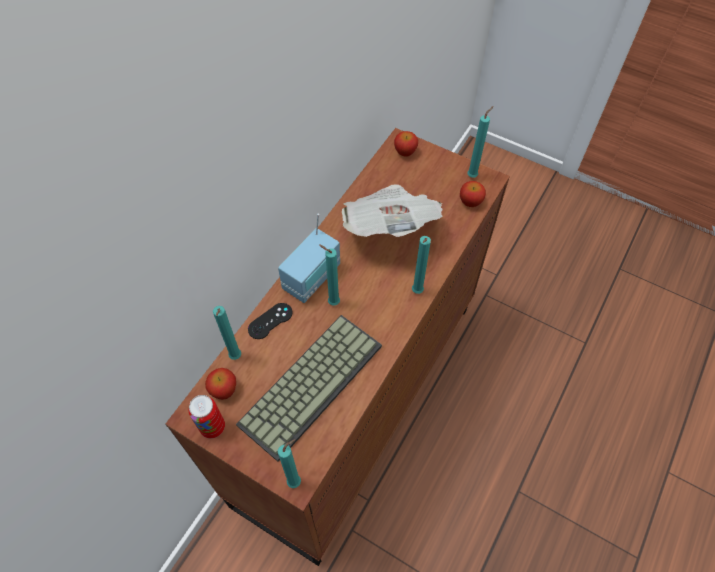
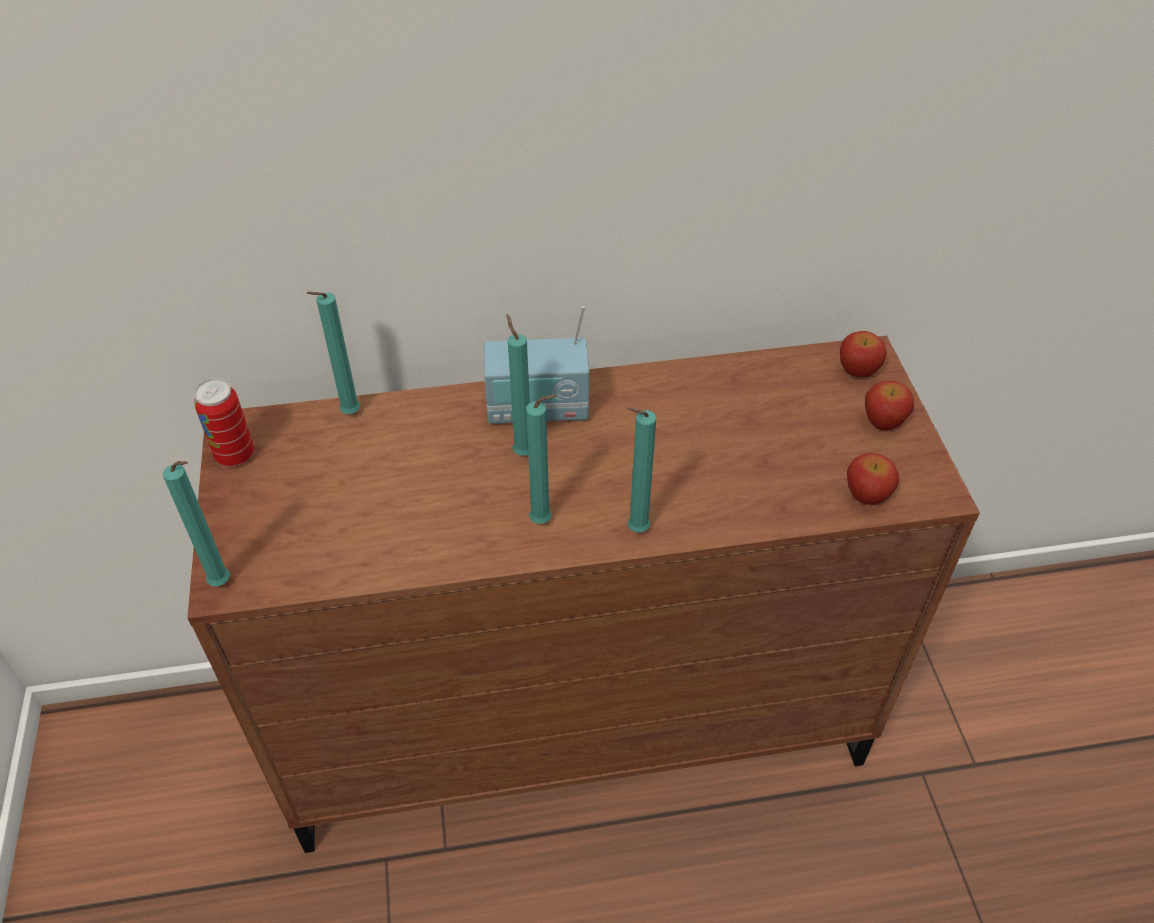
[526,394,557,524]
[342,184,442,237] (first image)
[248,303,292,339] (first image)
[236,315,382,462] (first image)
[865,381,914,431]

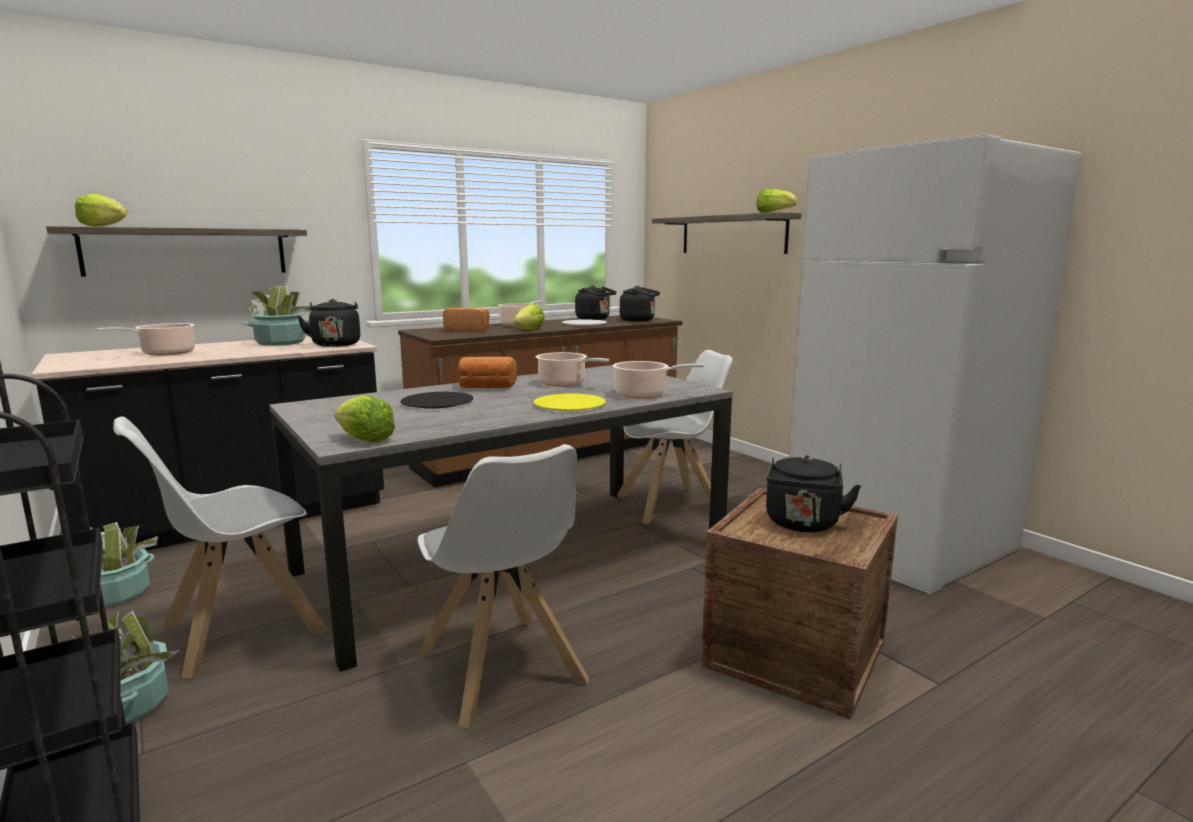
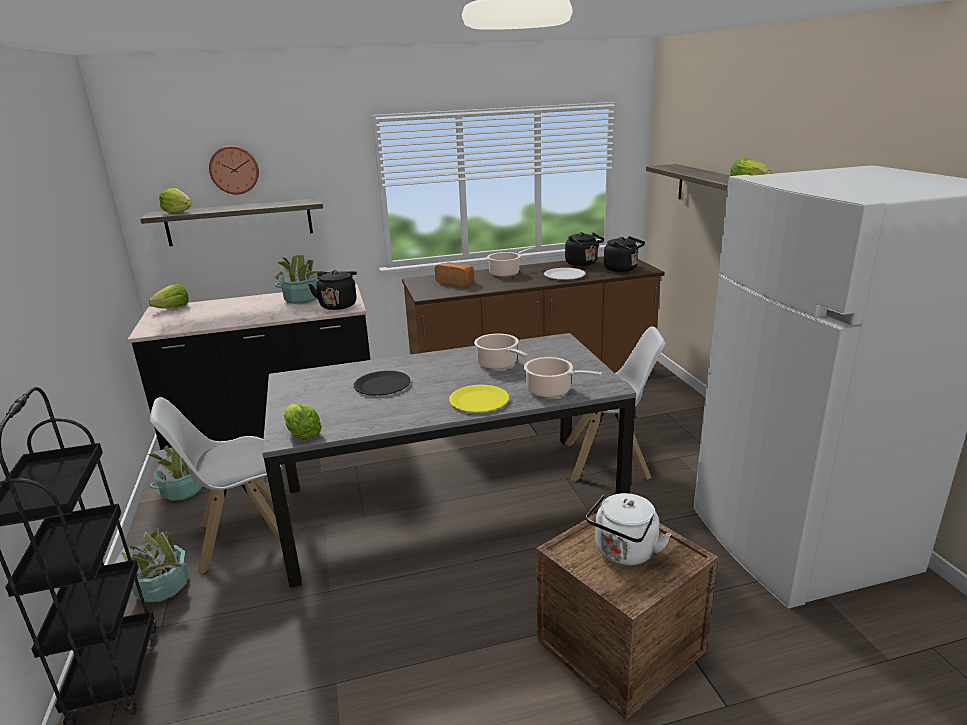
[149,284,189,308]
[96,323,195,356] (first image)
[458,357,517,389] (first image)
[417,444,589,728] (first image)
[586,493,671,565]
[209,146,259,195]

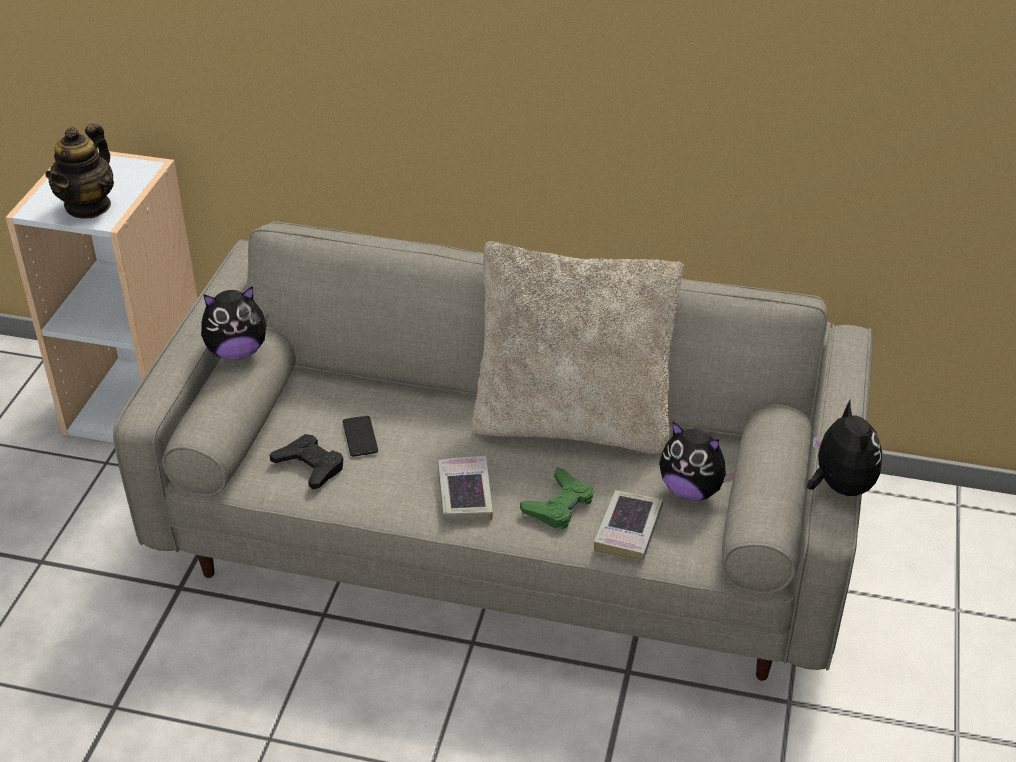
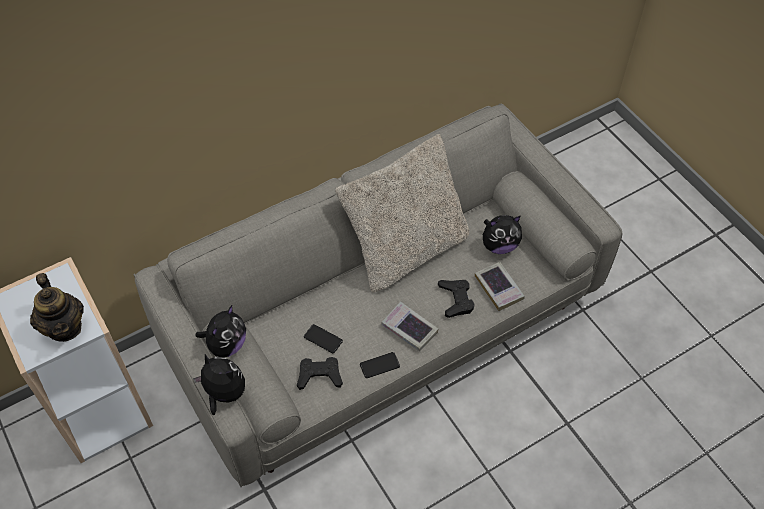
[193,354,245,415]
[438,280,475,318]
[360,352,400,378]

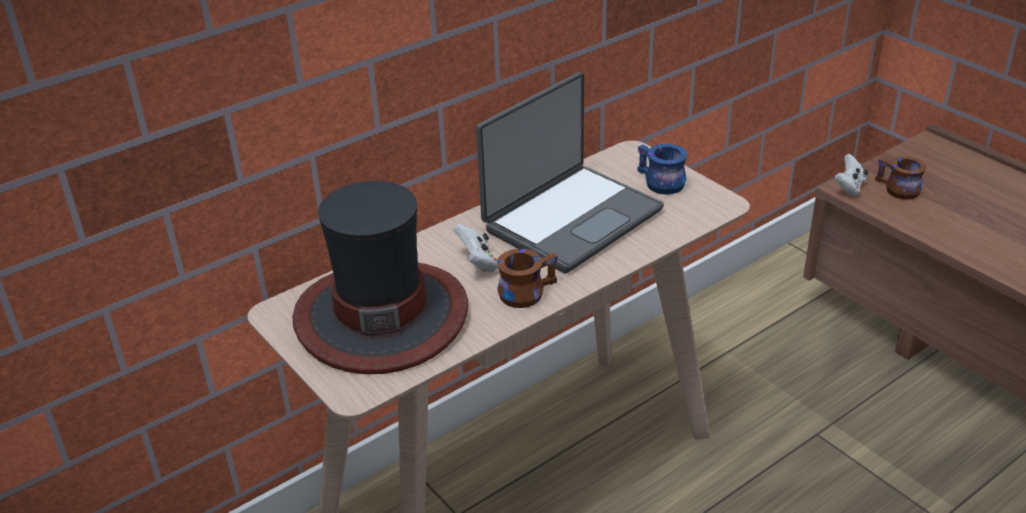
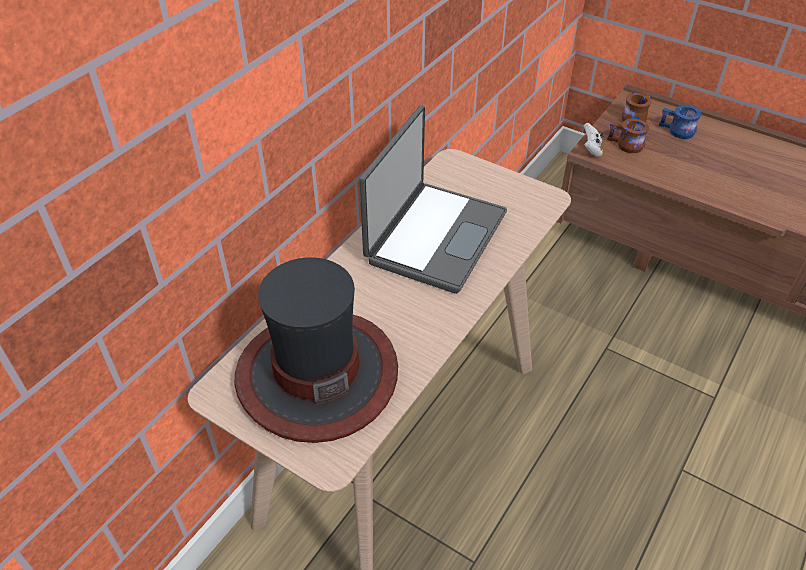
[659,105,701,139]
[453,224,498,272] (first image)
[622,93,652,122]

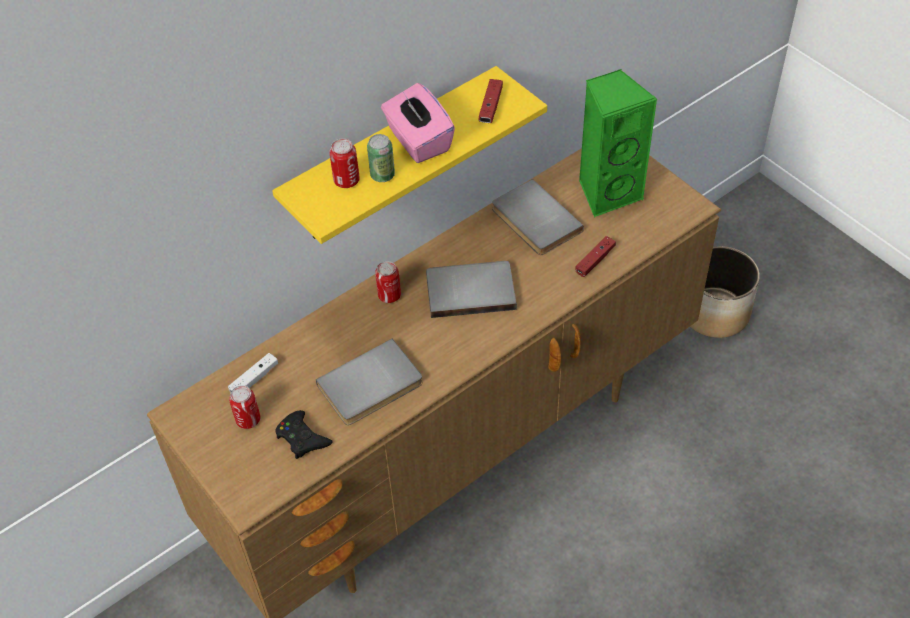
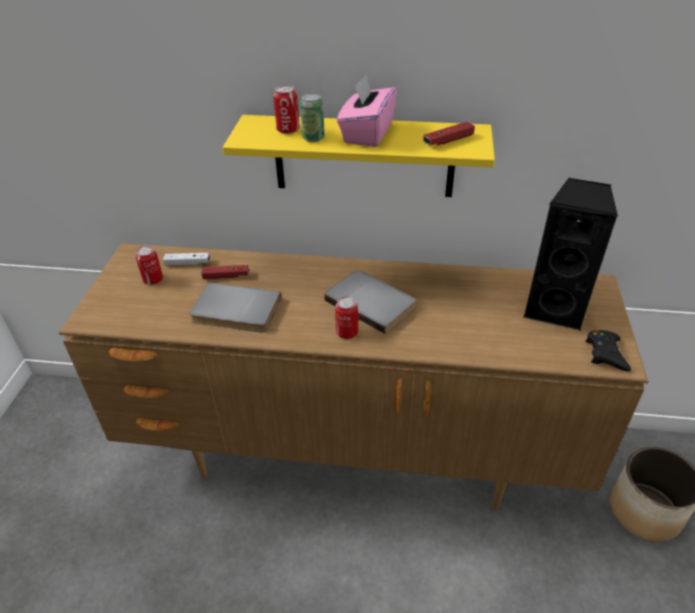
[523,177,618,331]
[492,179,584,255] (first image)
[201,265,249,279]
[335,296,358,339]
[586,330,631,371]

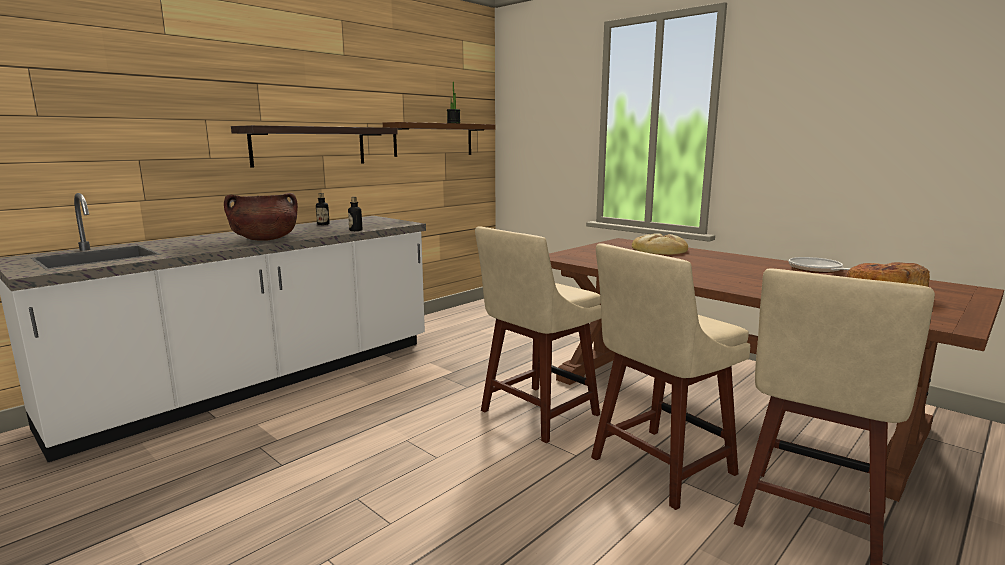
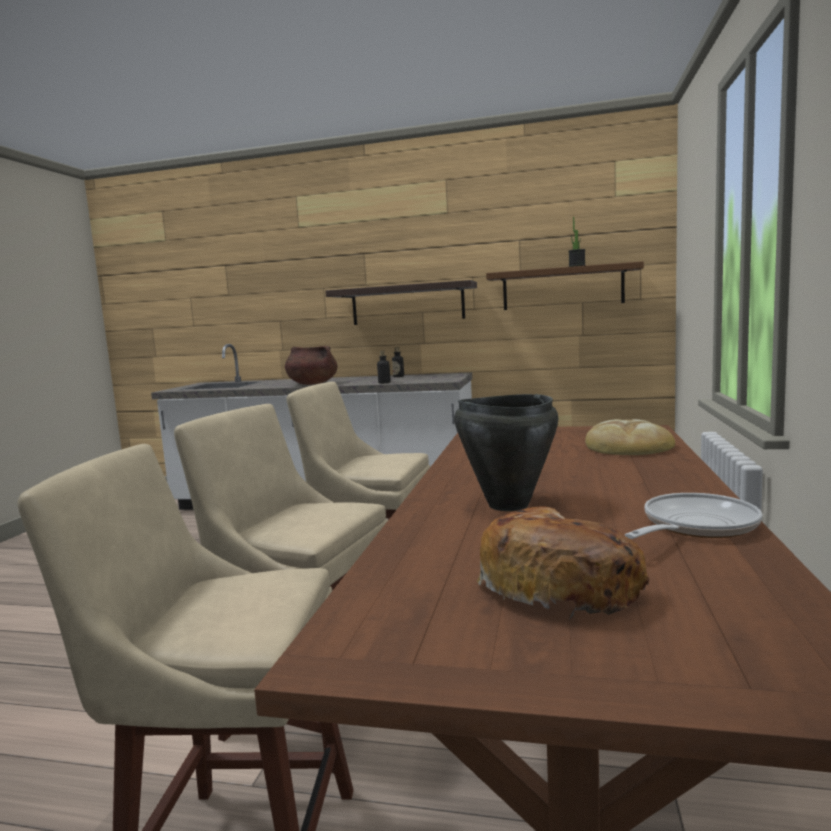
[454,394,558,511]

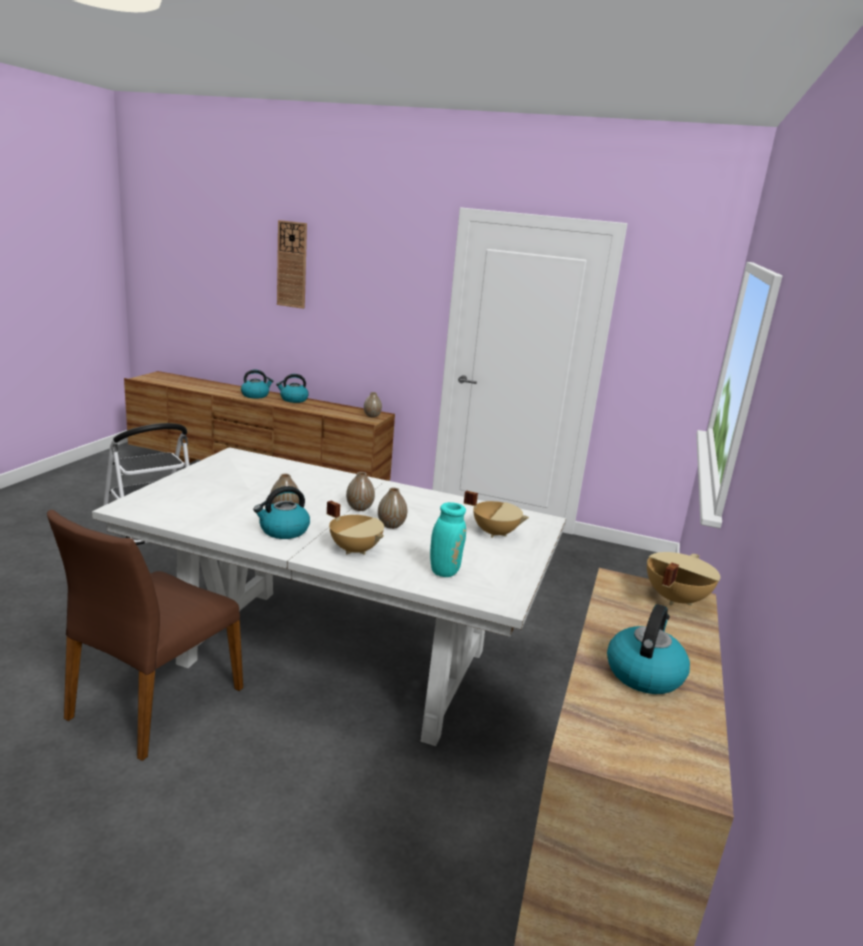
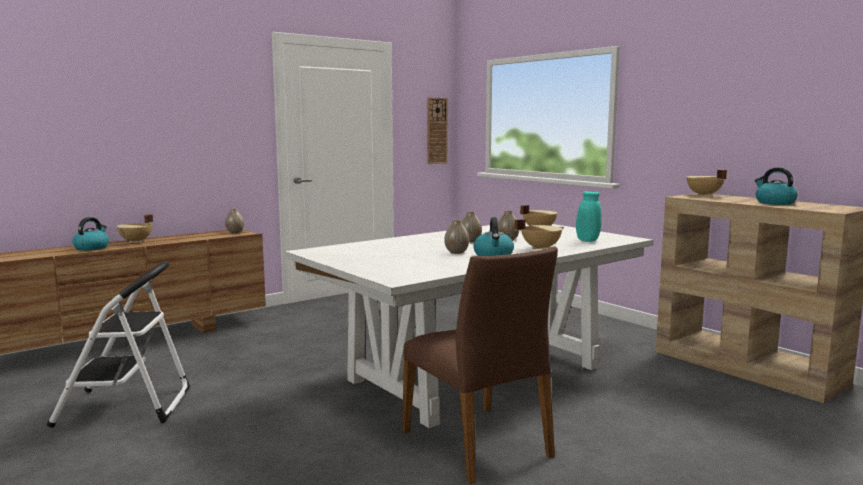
[427,97,448,164]
[117,214,153,243]

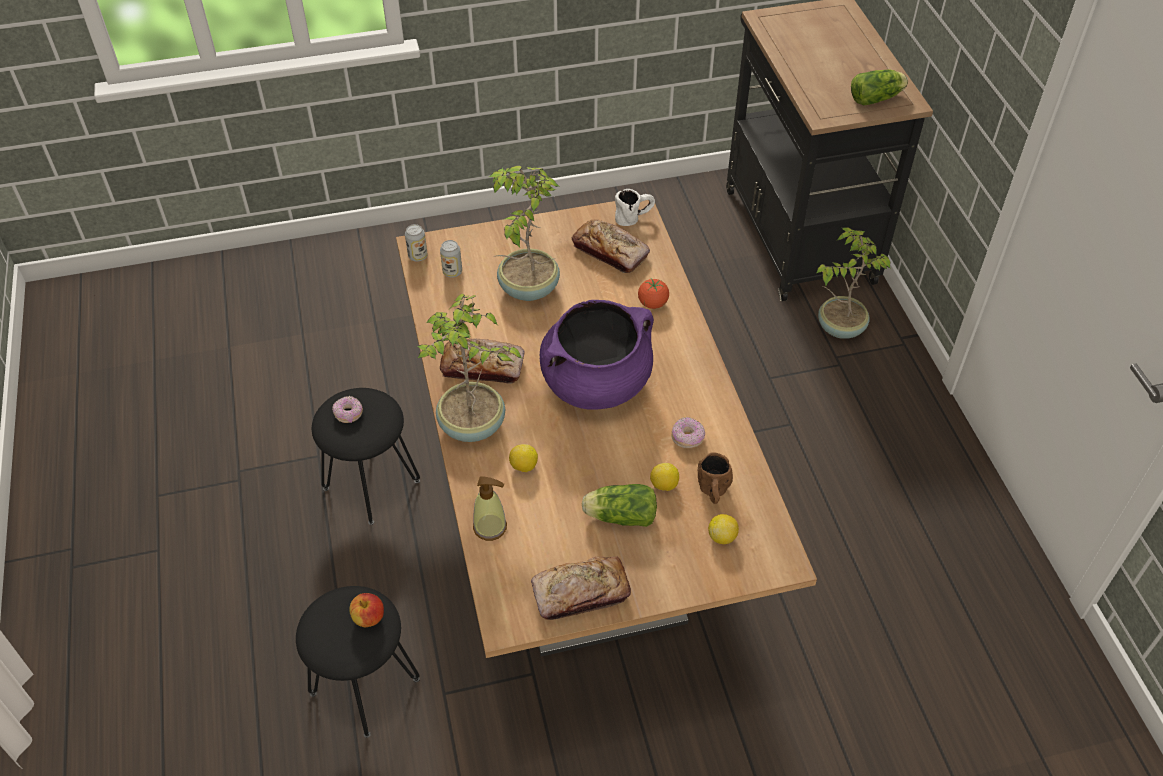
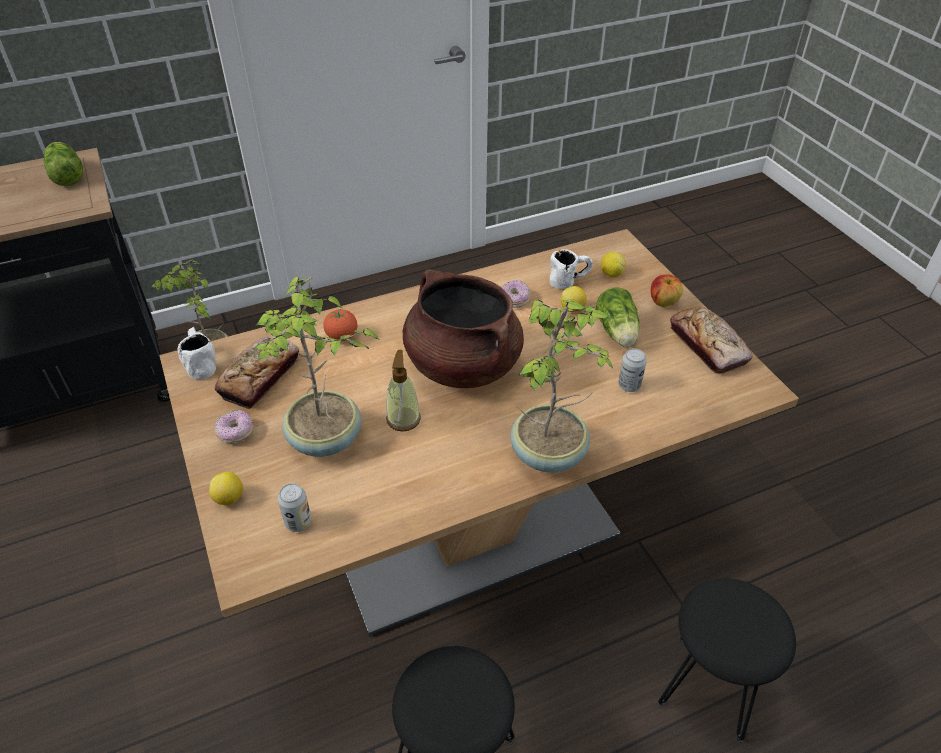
[618,348,647,392]
[403,269,524,388]
[440,339,525,384] (first image)
[215,410,253,443]
[209,472,243,505]
[550,249,593,289]
[386,350,421,432]
[651,275,683,307]

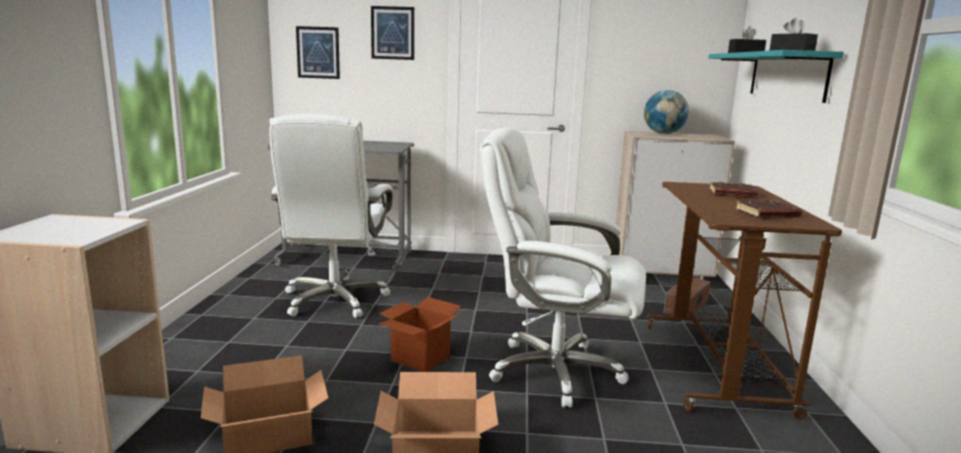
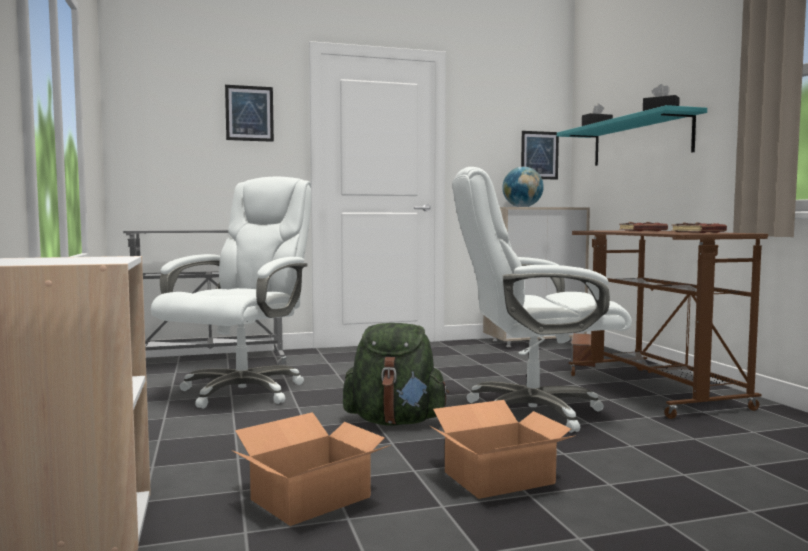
[521,131,559,179]
[151,177,311,408]
[343,323,449,425]

